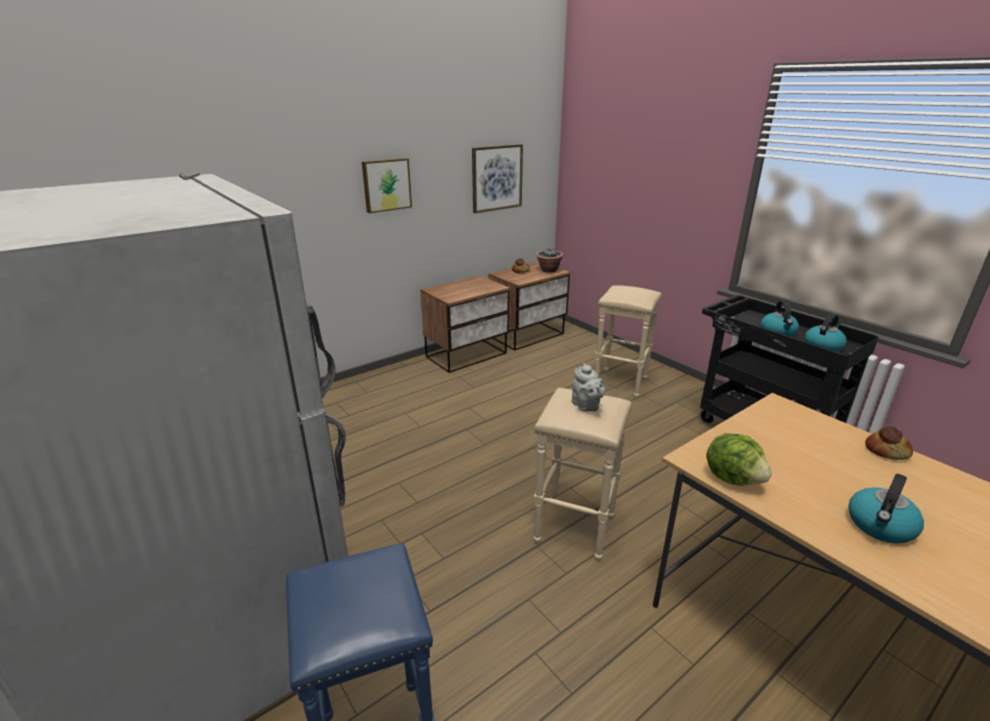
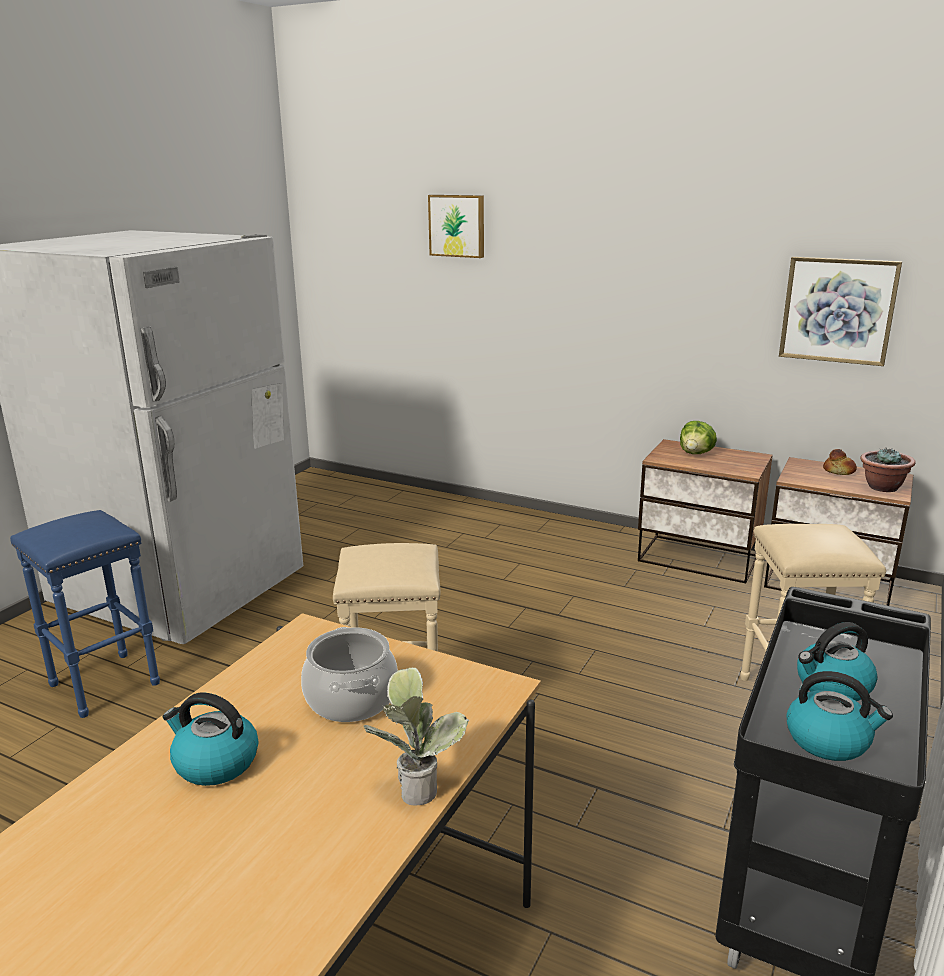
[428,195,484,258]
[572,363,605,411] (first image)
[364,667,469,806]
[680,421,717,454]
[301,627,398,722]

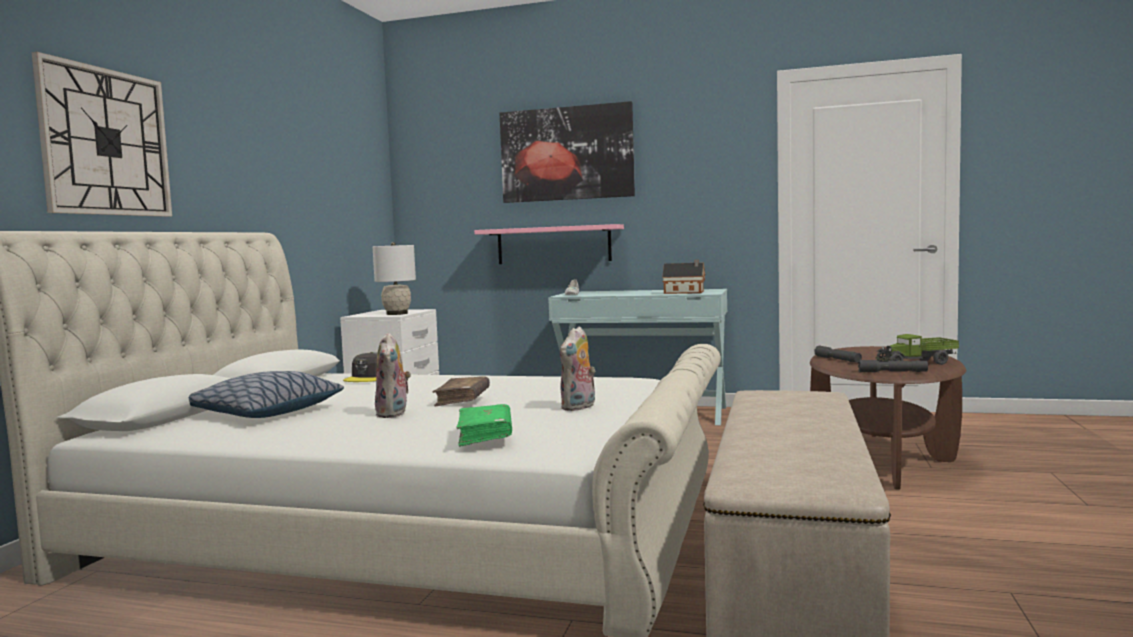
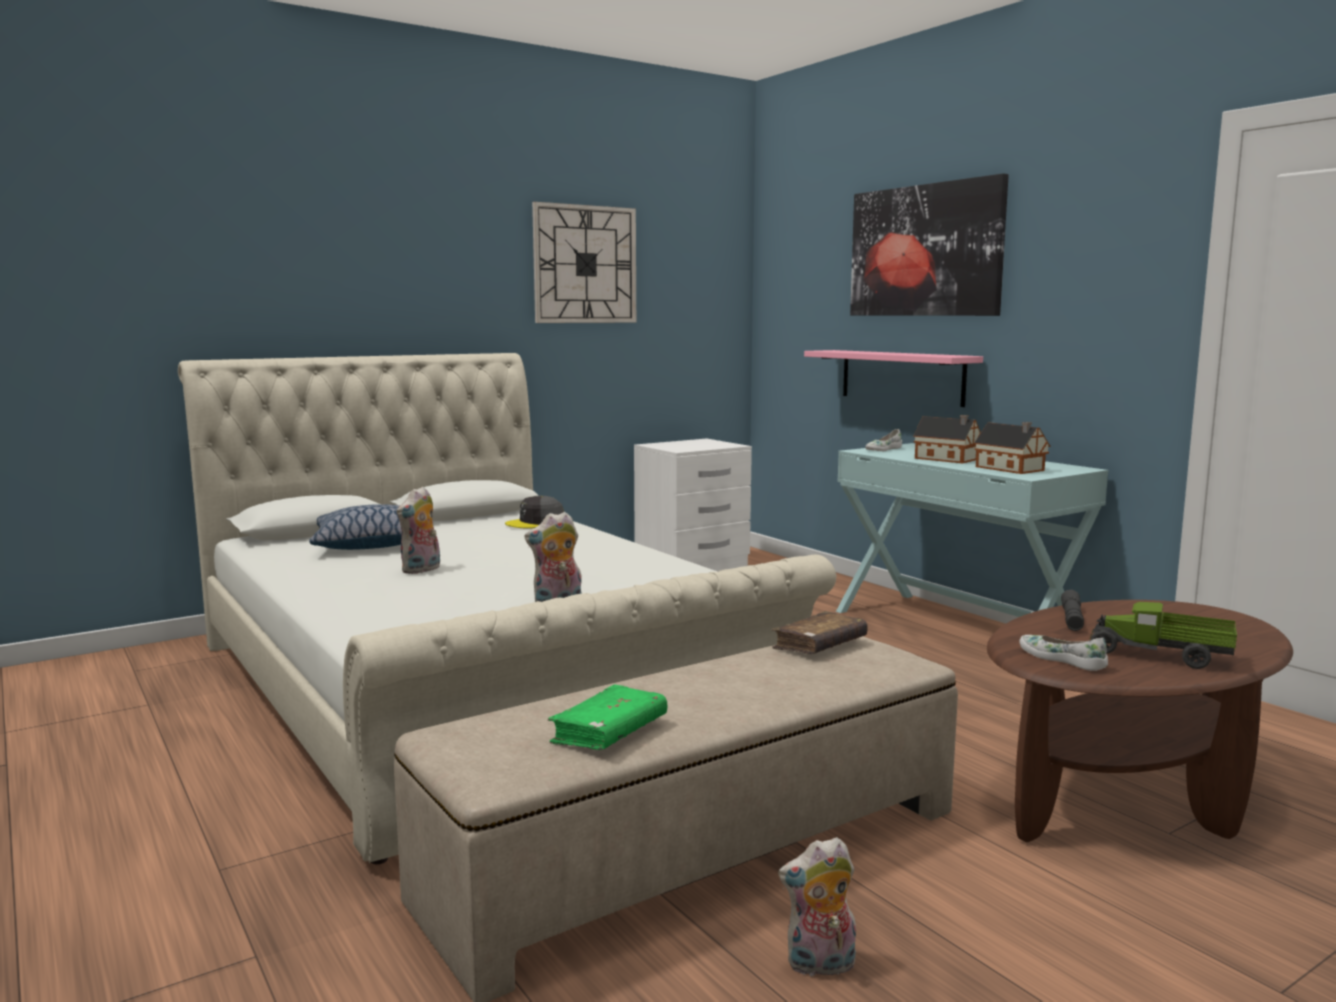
[532,202,636,323]
[373,242,416,315] (first image)
[1019,635,1108,671]
[771,611,868,654]
[548,684,667,750]
[913,415,981,463]
[778,837,856,979]

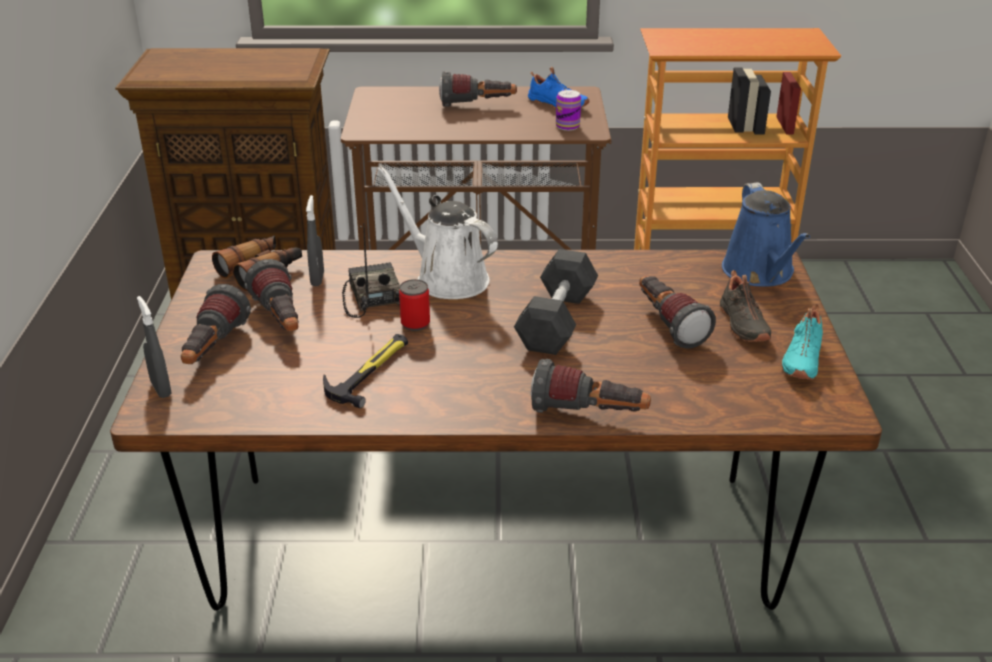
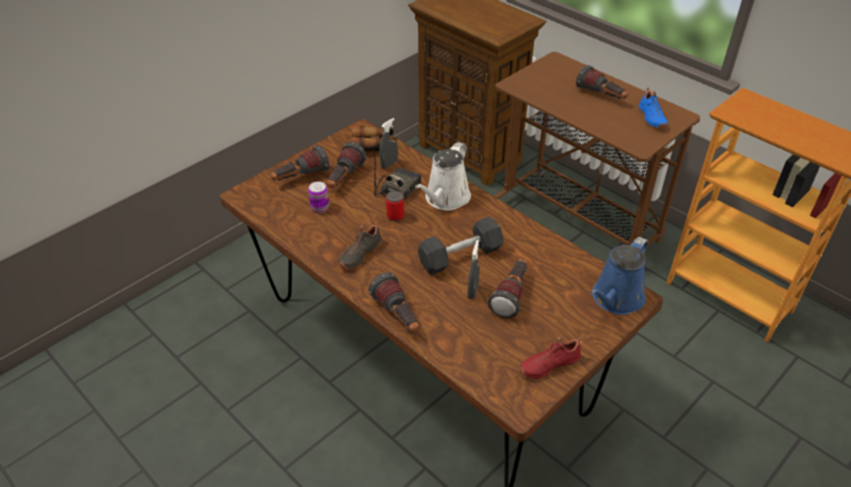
[308,181,329,213]
[415,142,471,210]
[338,222,382,269]
[467,240,480,299]
[519,337,583,379]
[323,334,408,408] (first image)

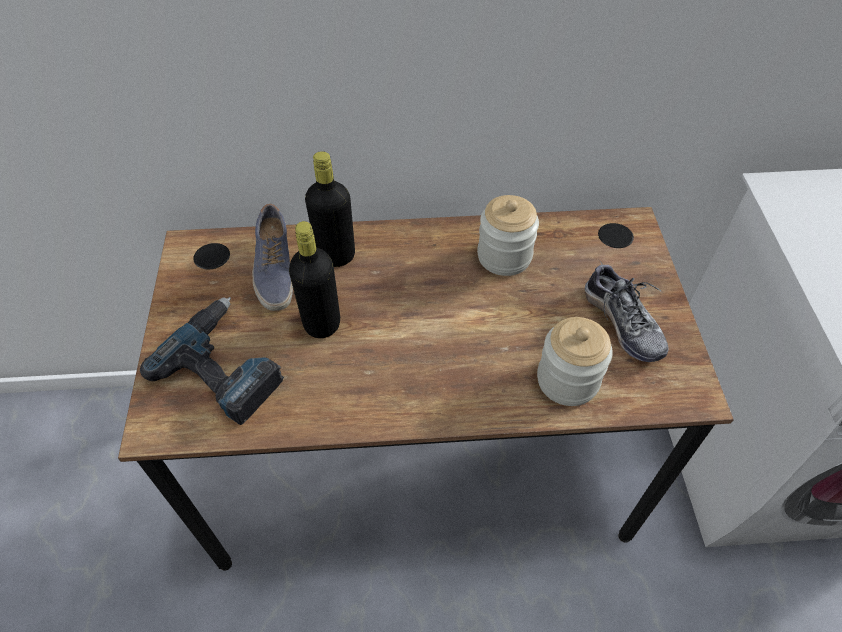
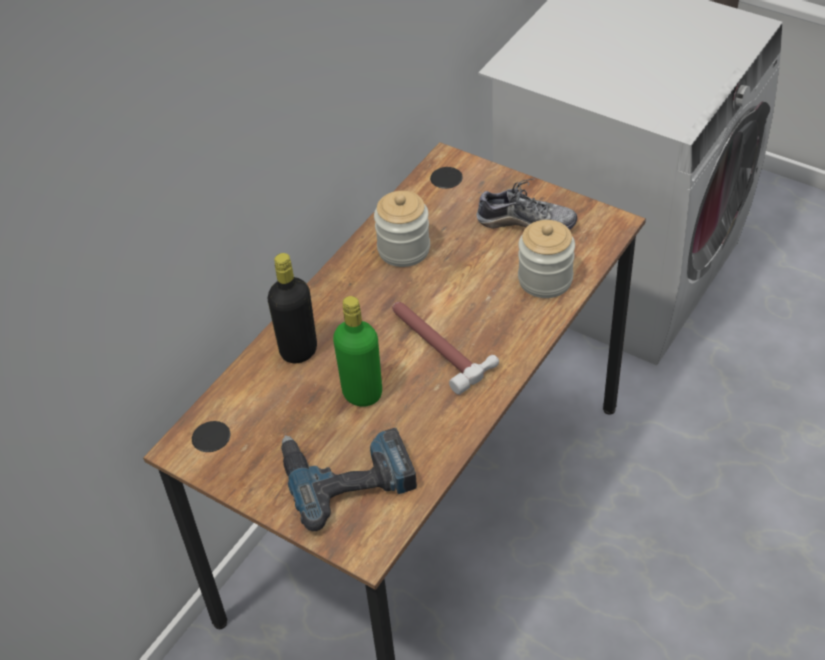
[253,204,293,311] (first image)
[333,296,382,407]
[392,302,499,395]

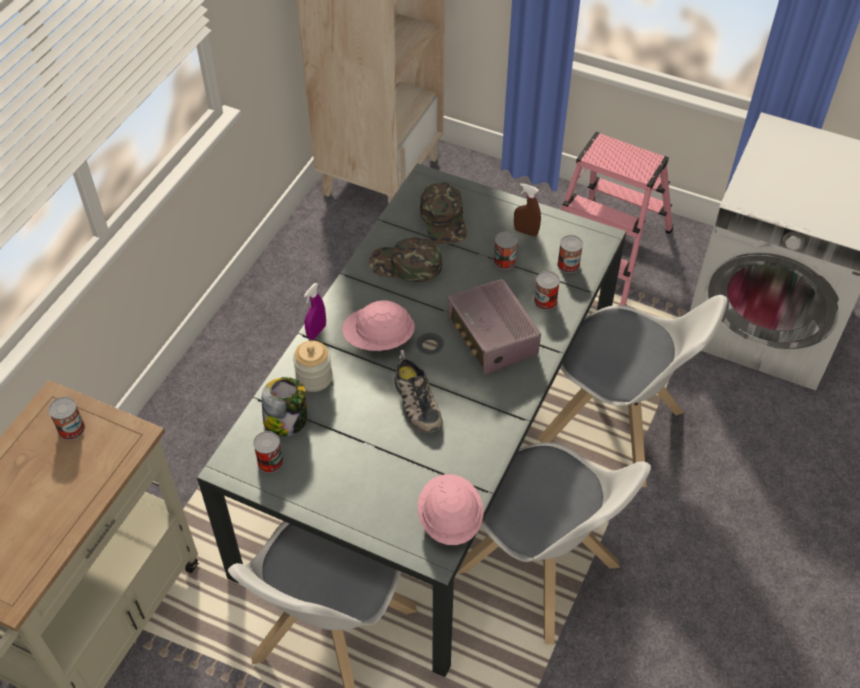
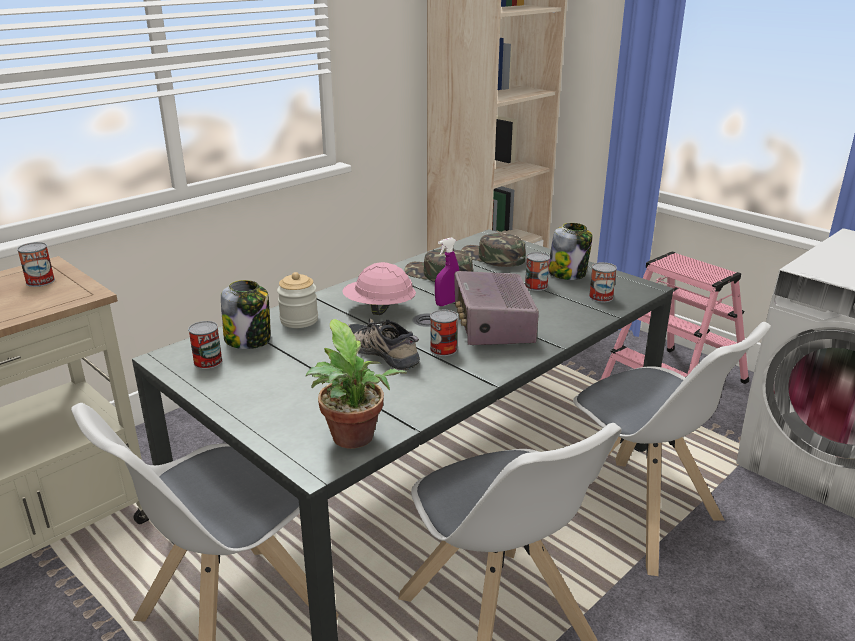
[461,233,526,267]
[549,223,593,280]
[430,310,458,356]
[435,237,459,306]
[348,318,420,370]
[306,319,407,449]

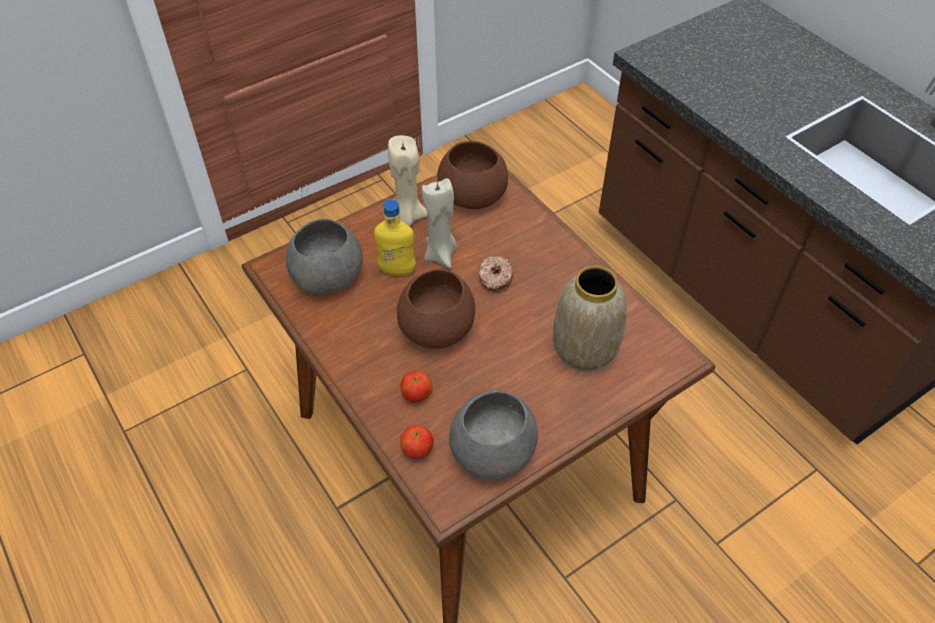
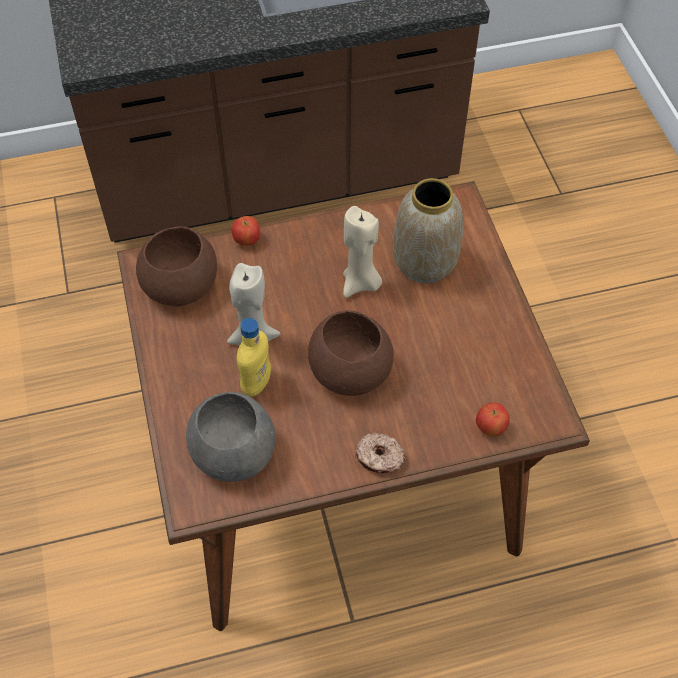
[343,206,382,298]
[355,432,405,473]
[231,216,260,246]
[449,390,538,480] (first image)

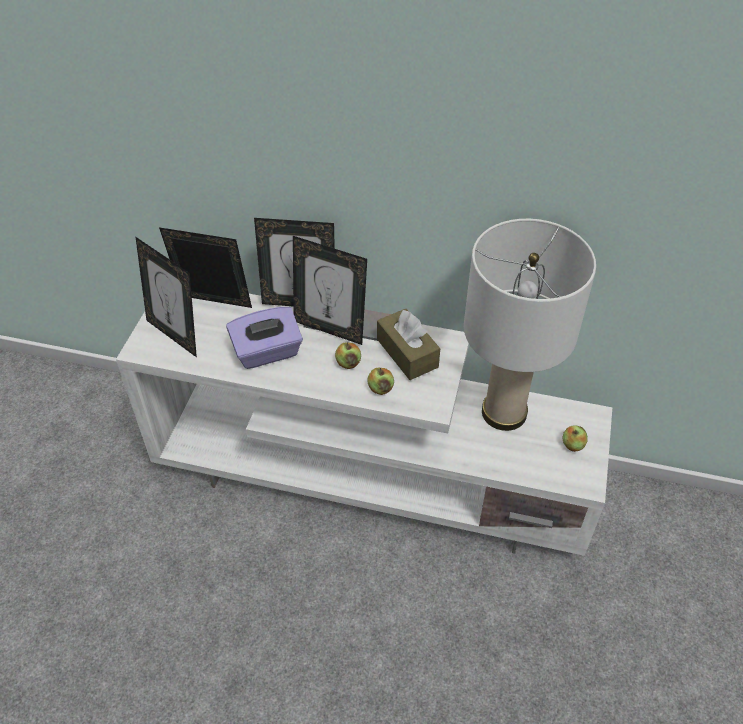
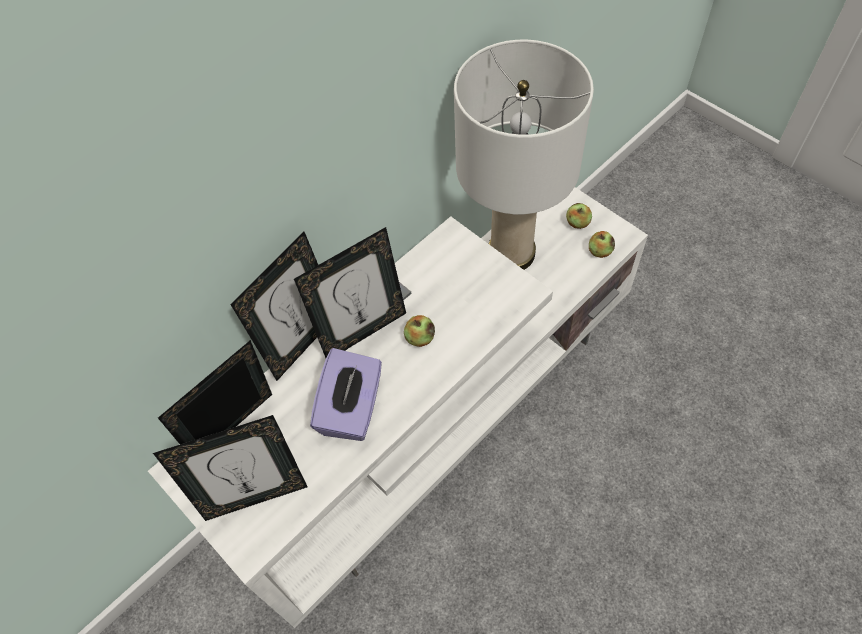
[377,309,440,380] (first image)
[589,231,615,258]

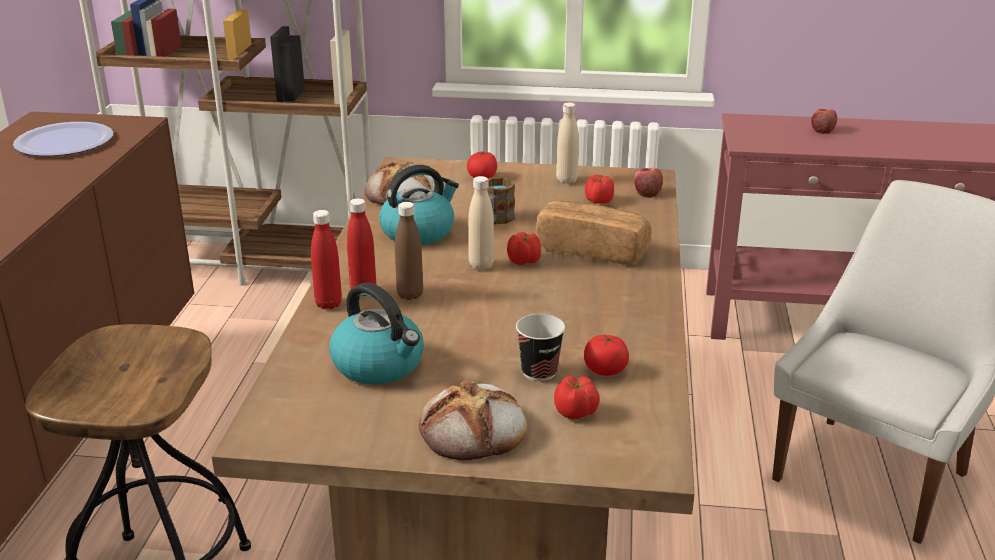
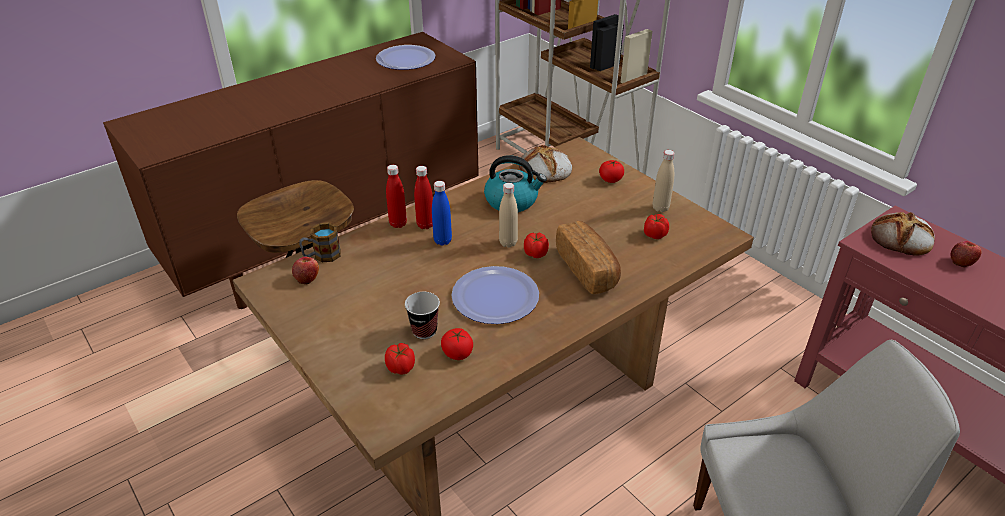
[292,257,319,284]
[299,222,341,262]
[432,181,452,246]
[329,282,424,385] (first image)
[871,212,935,256]
[451,266,539,324]

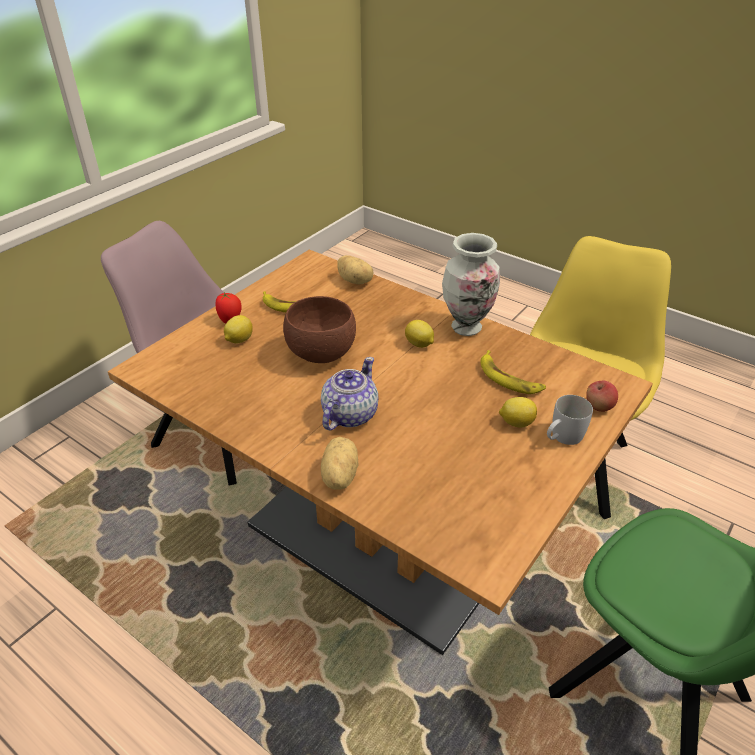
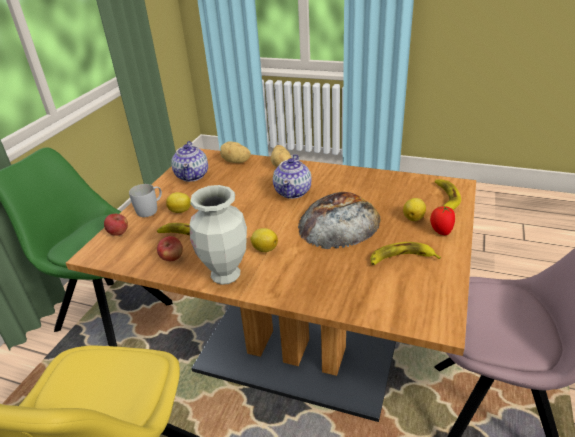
[220,141,251,163]
[298,192,381,249]
[172,141,208,182]
[435,179,461,210]
[157,236,183,261]

